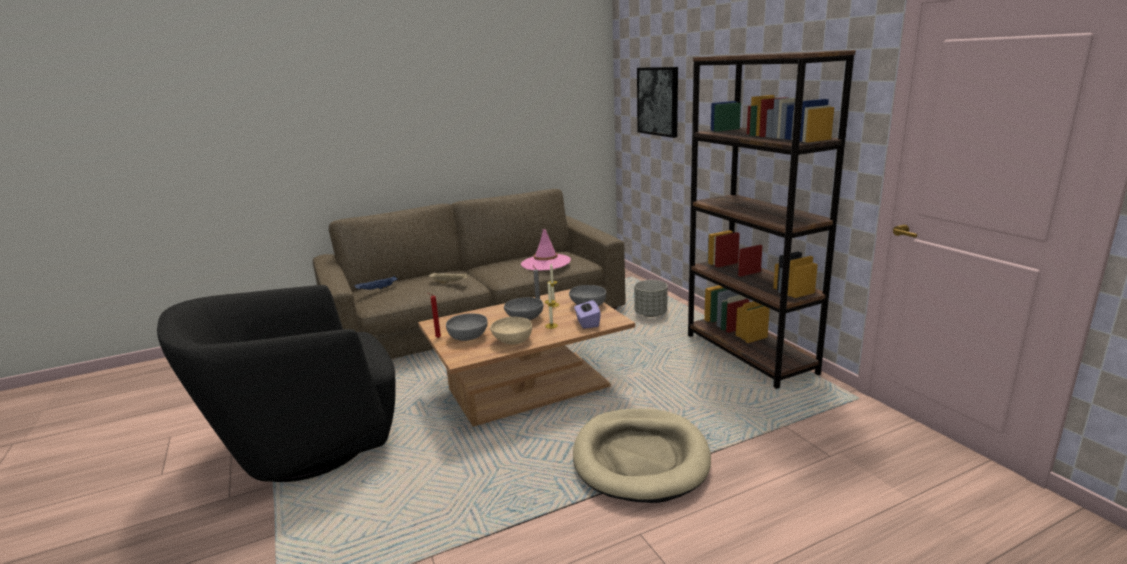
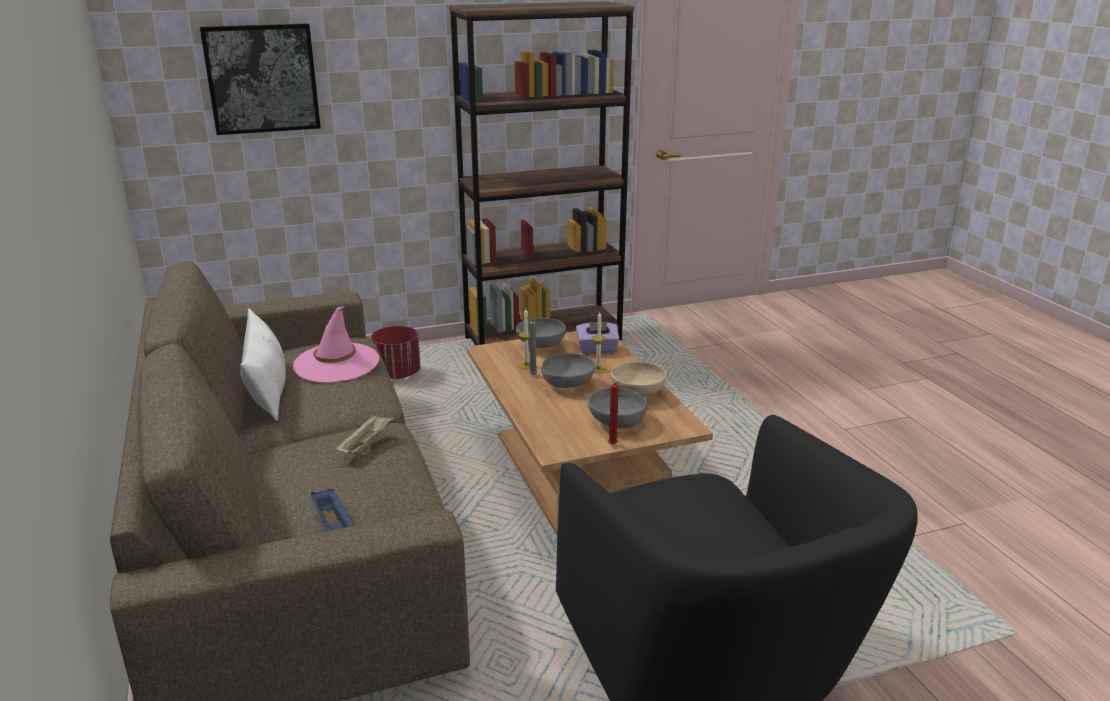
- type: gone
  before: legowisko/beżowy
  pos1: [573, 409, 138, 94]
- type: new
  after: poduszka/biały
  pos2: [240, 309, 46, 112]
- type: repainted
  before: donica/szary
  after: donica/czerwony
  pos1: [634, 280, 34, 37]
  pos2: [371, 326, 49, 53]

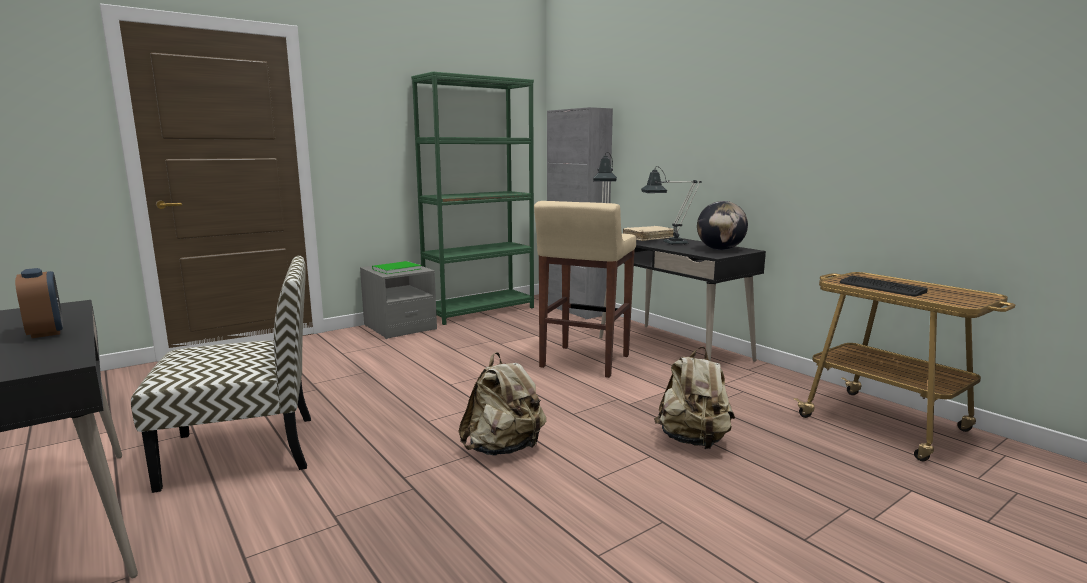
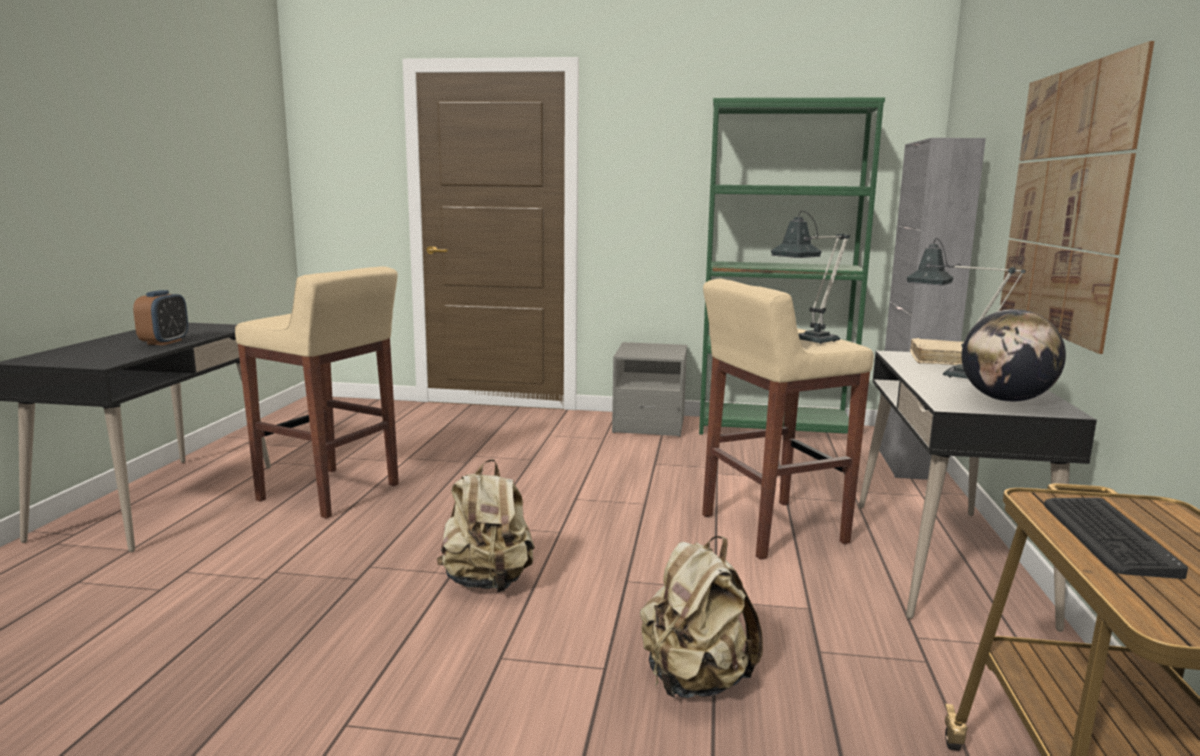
- type: gone
  before: książka/zielony
  pos1: [372, 261, 49, 13]
- type: new
  after: obraz
  pos2: [1000, 41, 154, 313]
- type: swapped
  before: krzesło
  after: stołek/beżowy
  pos1: [131, 256, 180, 237]
  pos2: [235, 266, 164, 253]

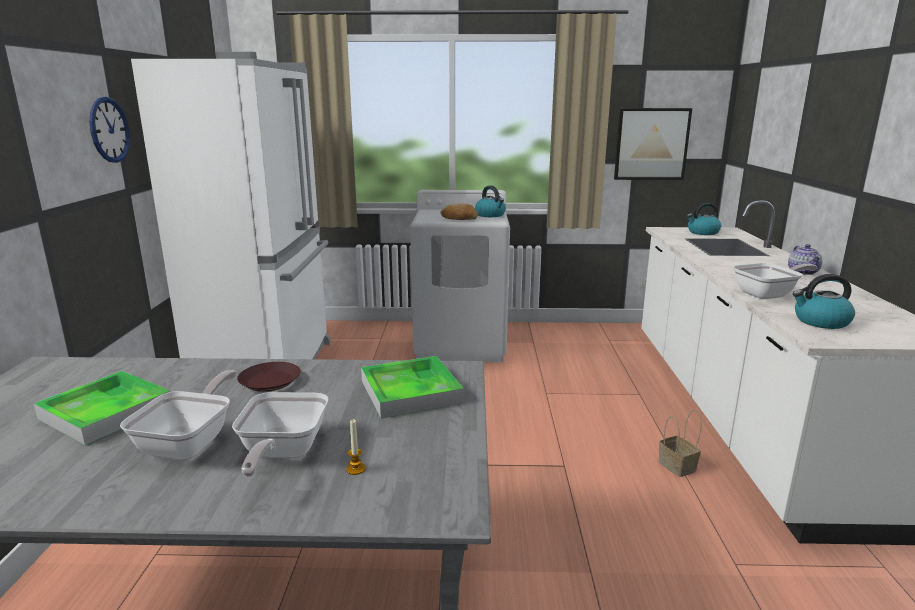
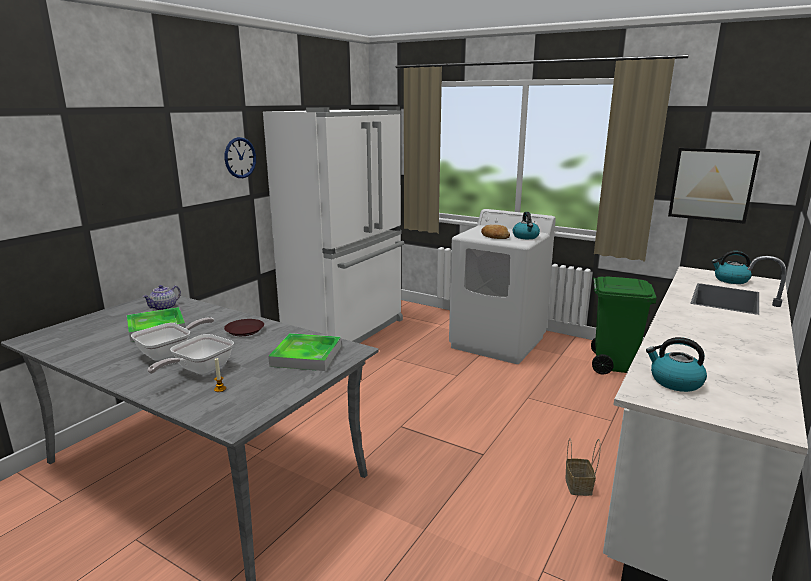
- type: gone
  before: patelnia
  pos1: [733, 263, 85, 36]
- type: new
  after: kosz na śmieci/zielony
  pos2: [591, 276, 66, 99]
- type: shifted
  before: imbryk
  pos1: [788, 244, 34, 31]
  pos2: [142, 285, 39, 25]

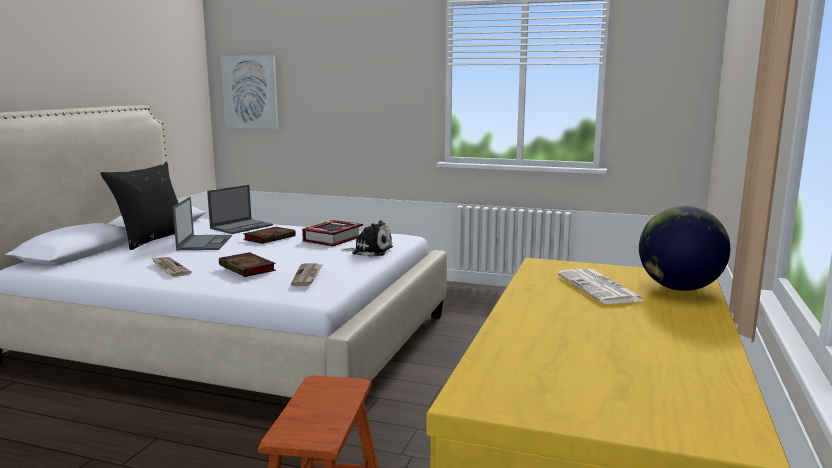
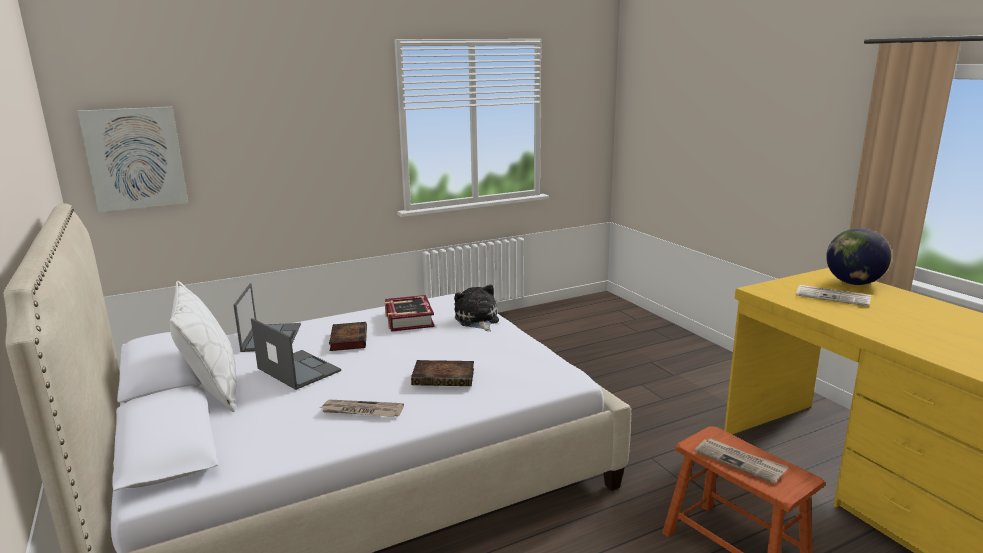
- type: shifted
  before: gazeta
  pos1: [291, 263, 31, 23]
  pos2: [694, 438, 94, 46]
- type: repainted
  before: poduszka/czarny
  after: poduszka/biały
  pos1: [100, 162, 78, 88]
  pos2: [170, 281, 66, 131]
- type: rotated
  before: pluszak
  pos1: [341, 220, 52, 37]
  pos2: [454, 285, 45, 46]
  turn: -75

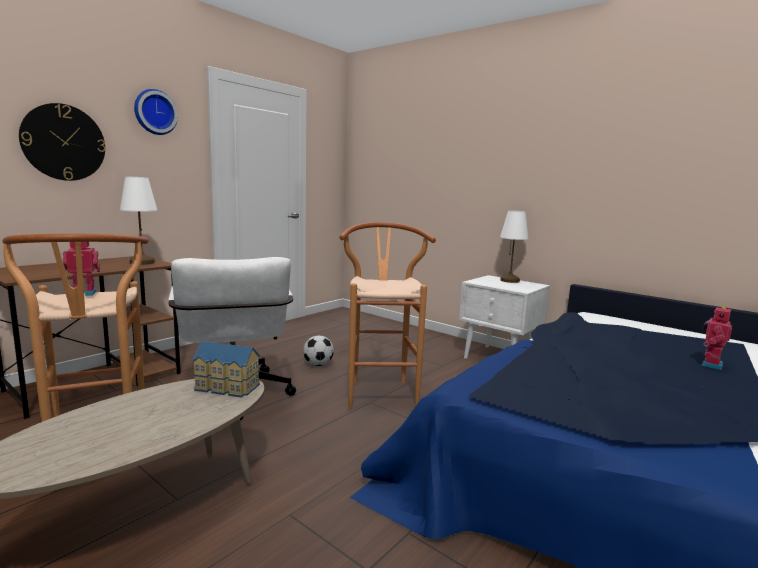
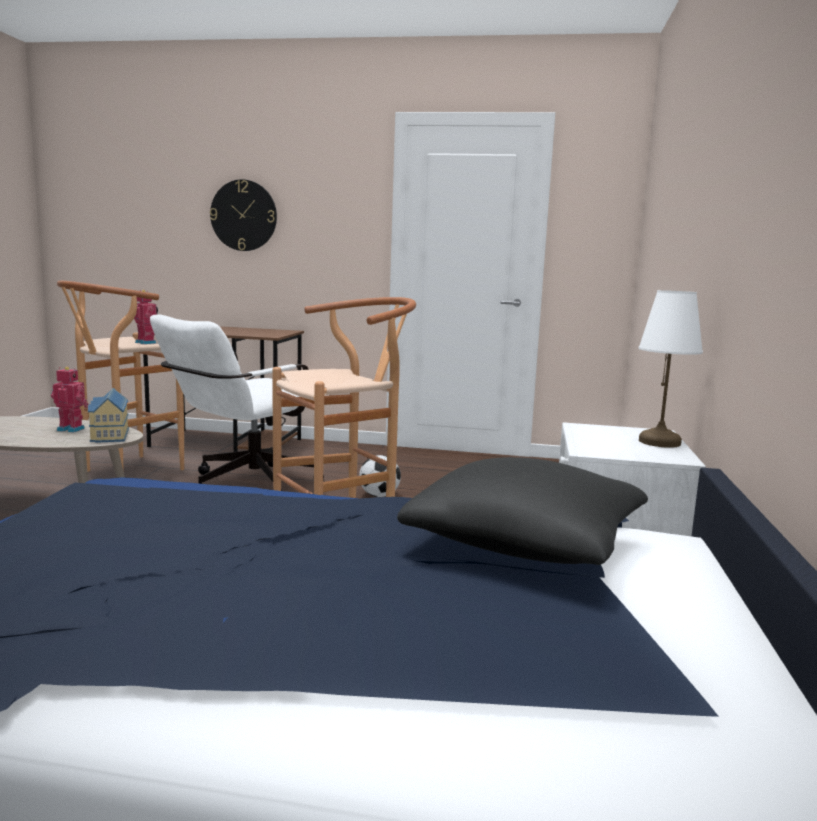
- type: gone
  before: lampa stołowa/biały
  pos1: [120, 176, 38, 89]
- type: gone
  before: zegar ścienny
  pos1: [134, 89, 44, 46]
- type: new
  after: poduszka/czarny
  pos2: [397, 457, 251, 108]
- type: shifted
  before: robot zabawkowy
  pos1: [702, 306, 30, 64]
  pos2: [51, 367, 37, 65]

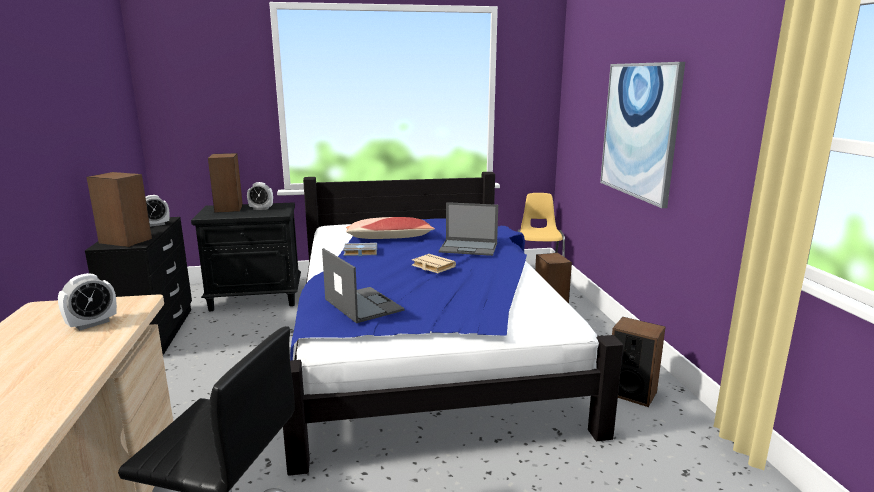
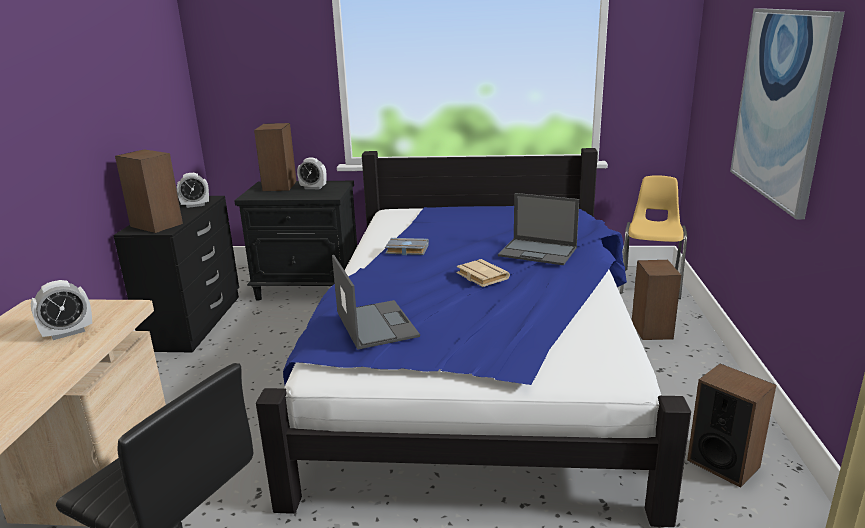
- type: gone
  before: poduszka
  pos1: [346, 217, 89, 22]

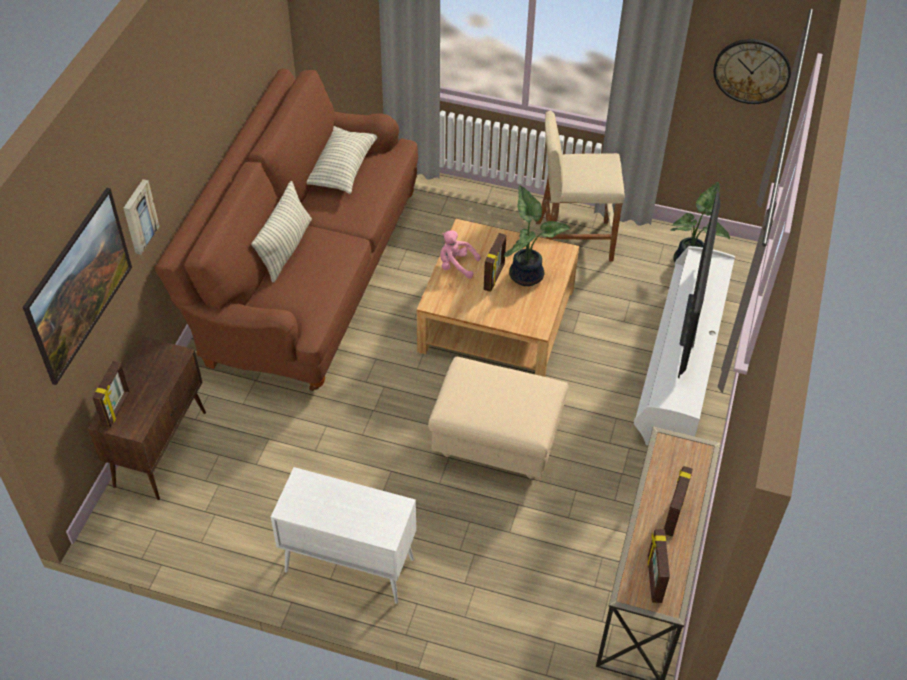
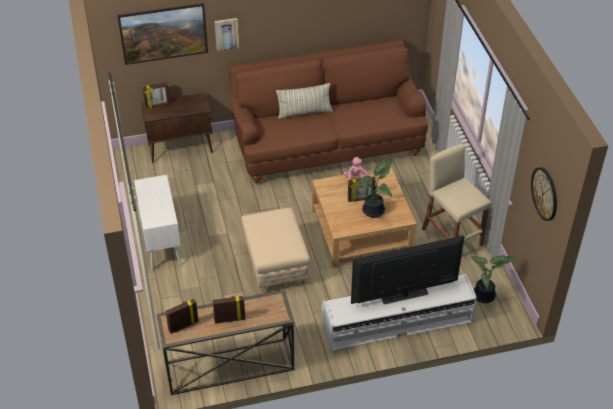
- type: gone
  before: poduszka
  pos1: [307, 126, 71, 68]

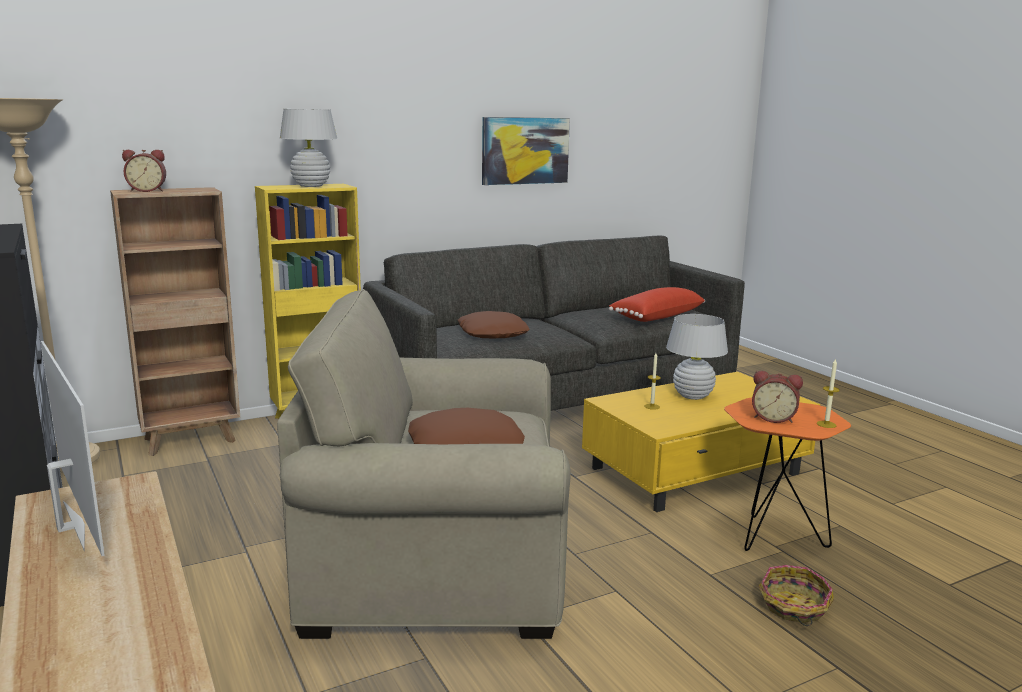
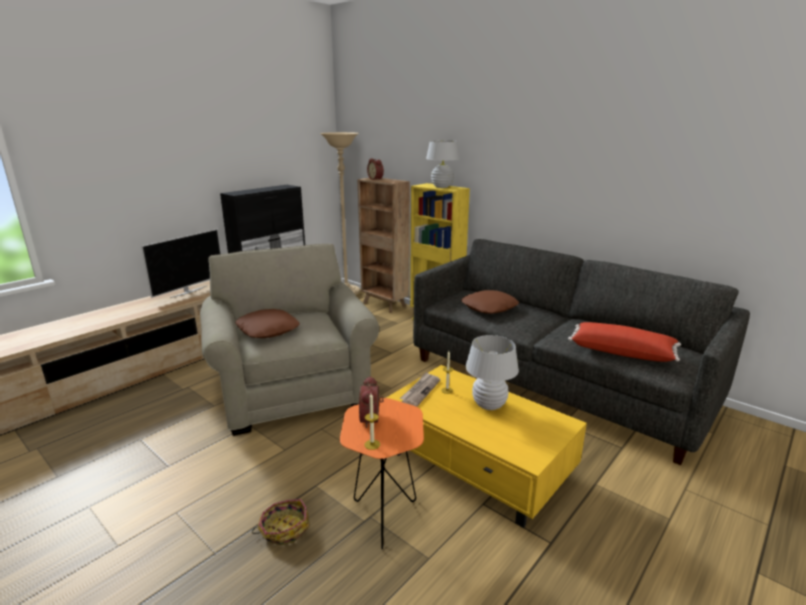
- type: gone
  before: obraz
  pos1: [482, 117, 88, 68]
- type: new
  after: gazeta
  pos2: [400, 372, 40, 35]

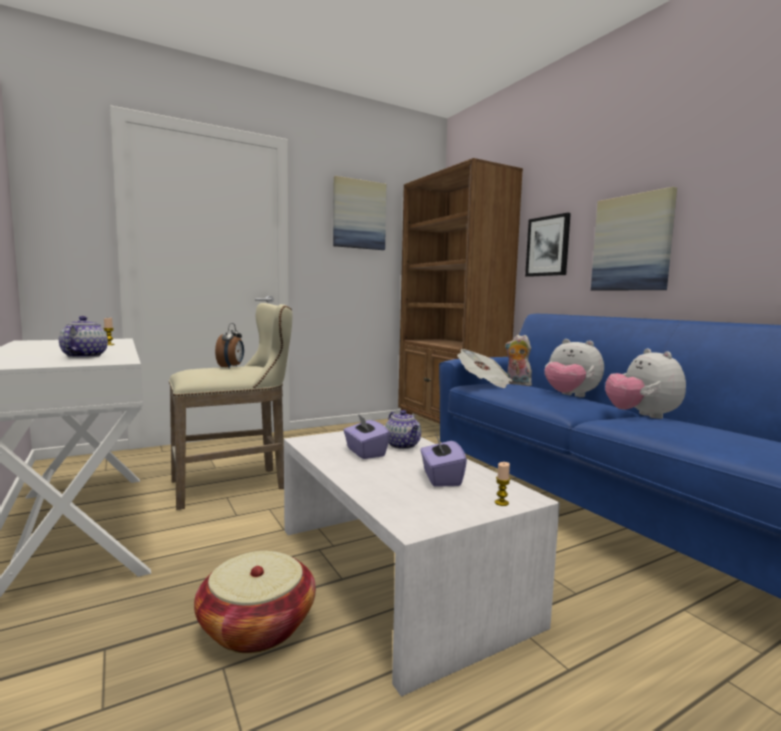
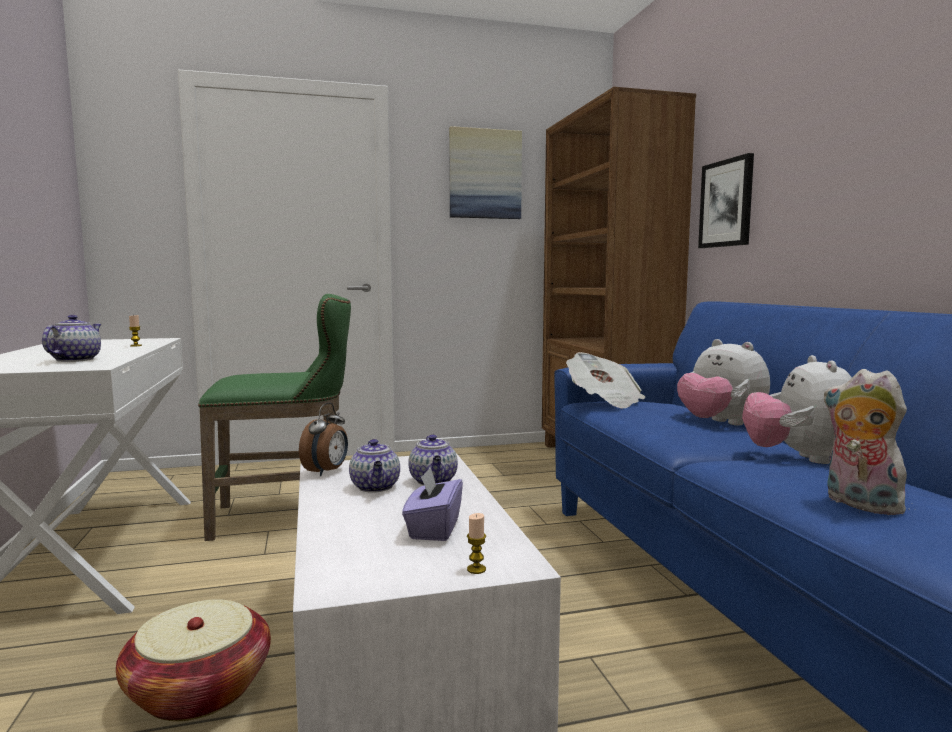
- type: gone
  before: obraz
  pos1: [591, 187, 86, 104]
- type: shifted
  before: budzik
  pos1: [215, 323, 29, 46]
  pos2: [299, 403, 49, 73]
- type: shifted
  before: pluszak
  pos1: [505, 335, 30, 51]
  pos2: [823, 369, 91, 146]
- type: swapped
  before: pudełko chusteczek/fioletowy
  after: imbryk
  pos1: [343, 414, 47, 45]
  pos2: [349, 439, 51, 54]
- type: repainted
  before: stołek/beżowy
  after: stołek/zielony
  pos1: [169, 303, 124, 207]
  pos2: [198, 294, 153, 247]

